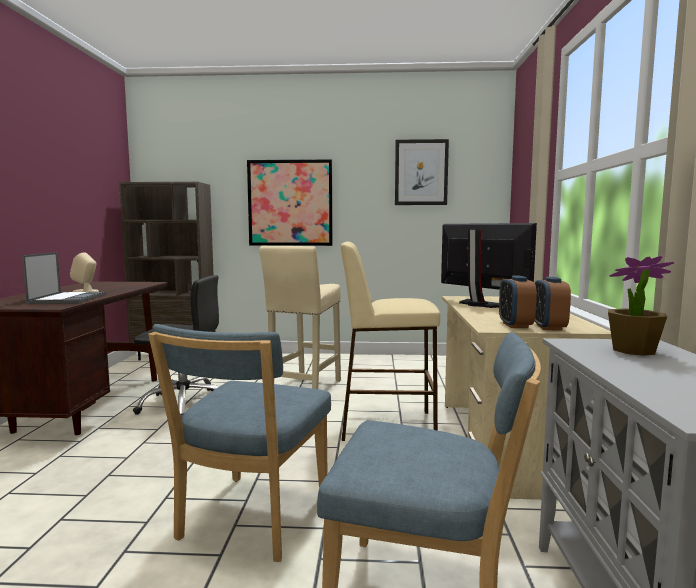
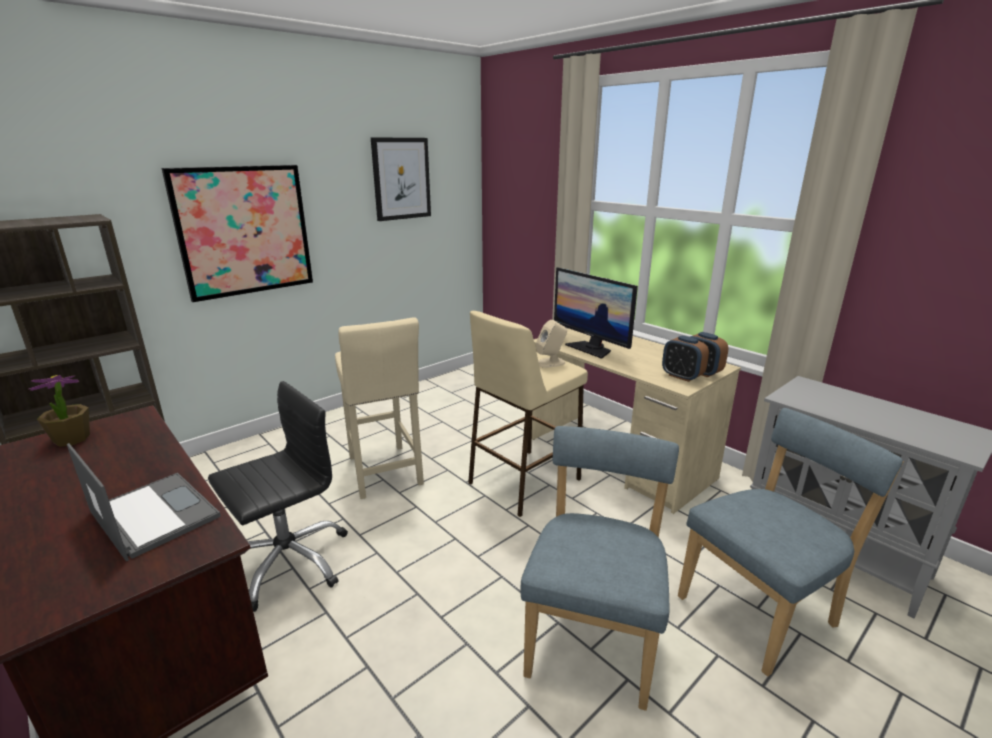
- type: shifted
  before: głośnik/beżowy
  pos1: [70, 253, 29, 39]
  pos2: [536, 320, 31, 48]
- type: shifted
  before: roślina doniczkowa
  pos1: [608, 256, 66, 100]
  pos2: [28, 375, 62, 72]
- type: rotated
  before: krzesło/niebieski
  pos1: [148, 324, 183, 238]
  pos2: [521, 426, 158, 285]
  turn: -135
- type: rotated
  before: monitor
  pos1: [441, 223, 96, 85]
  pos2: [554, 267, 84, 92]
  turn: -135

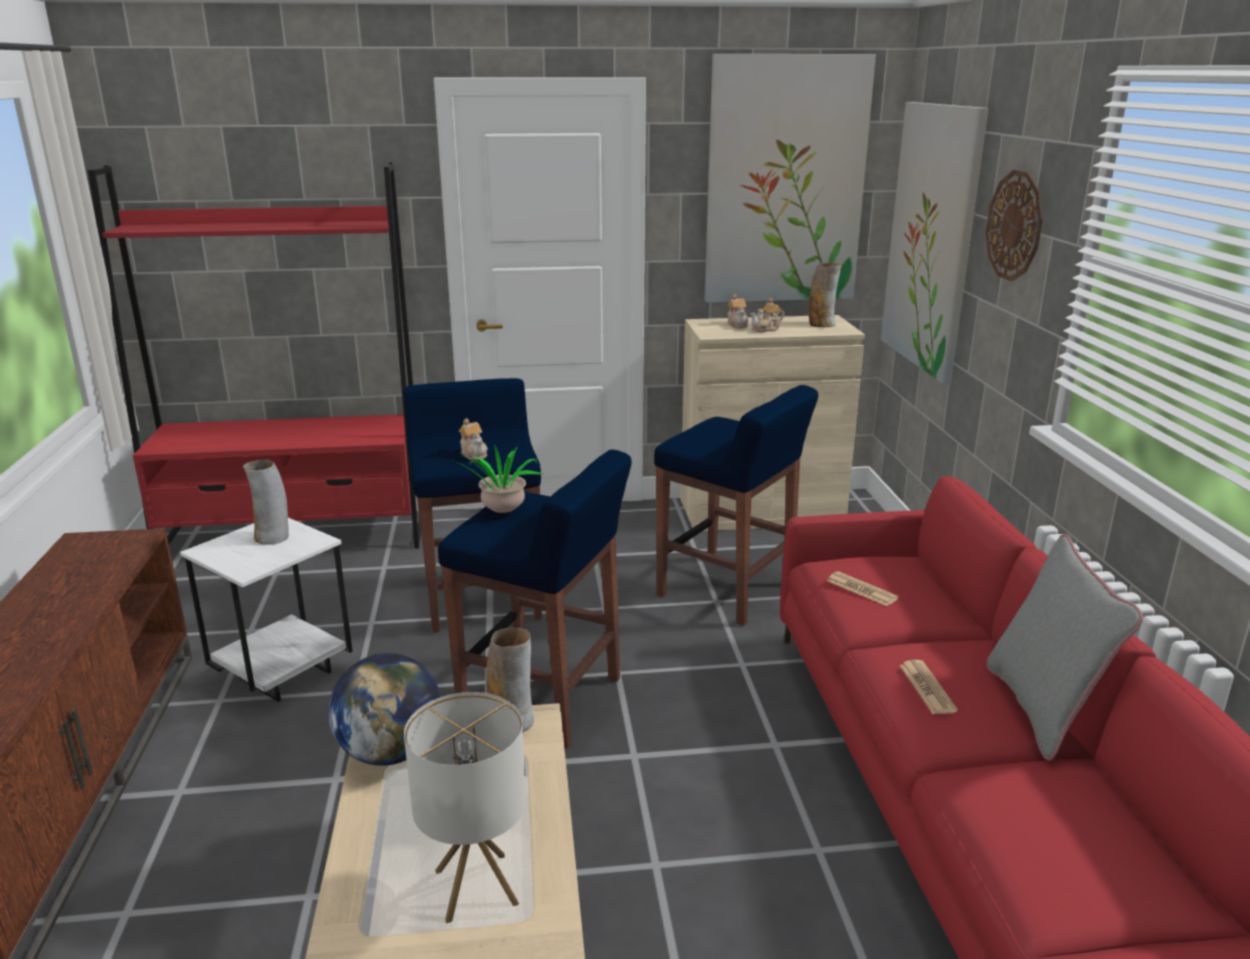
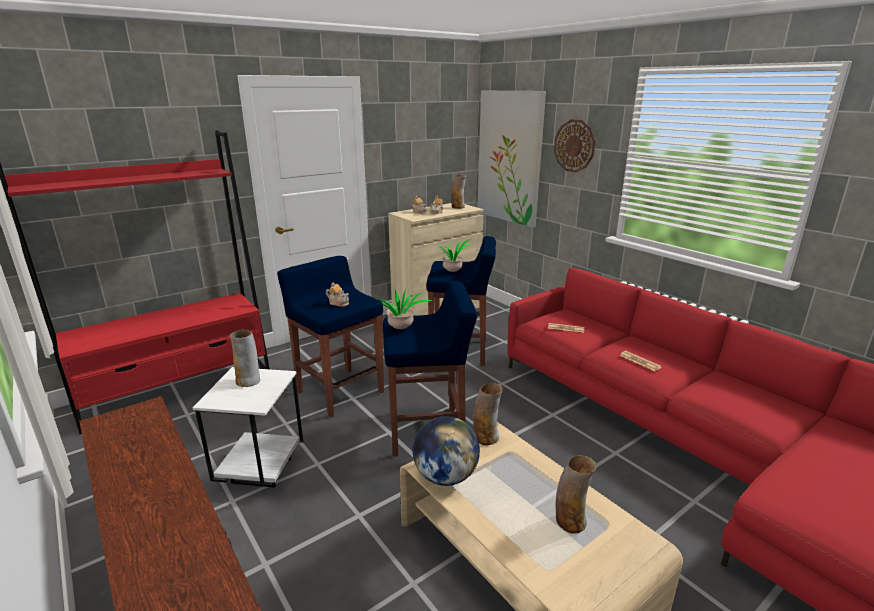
- type: gone
  before: obraz
  pos1: [705, 54, 171, 249]
- type: gone
  before: poduszka/szary
  pos1: [987, 534, 156, 227]
- type: new
  after: roślina doniczkowa
  pos2: [439, 239, 32, 33]
- type: swapped
  before: lampa stołowa
  after: wazon
  pos1: [404, 692, 122, 231]
  pos2: [555, 455, 42, 79]

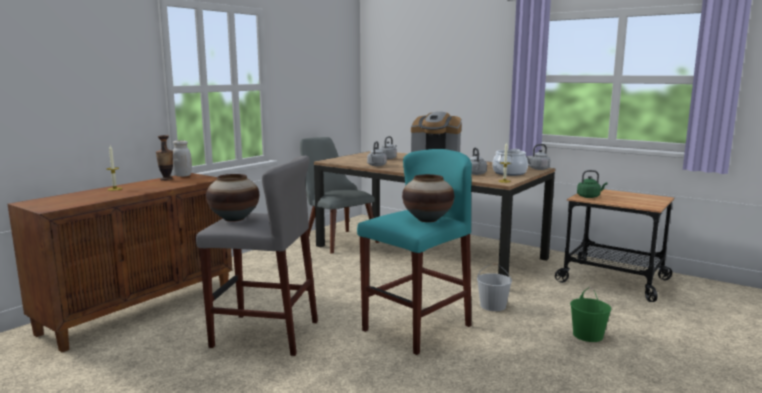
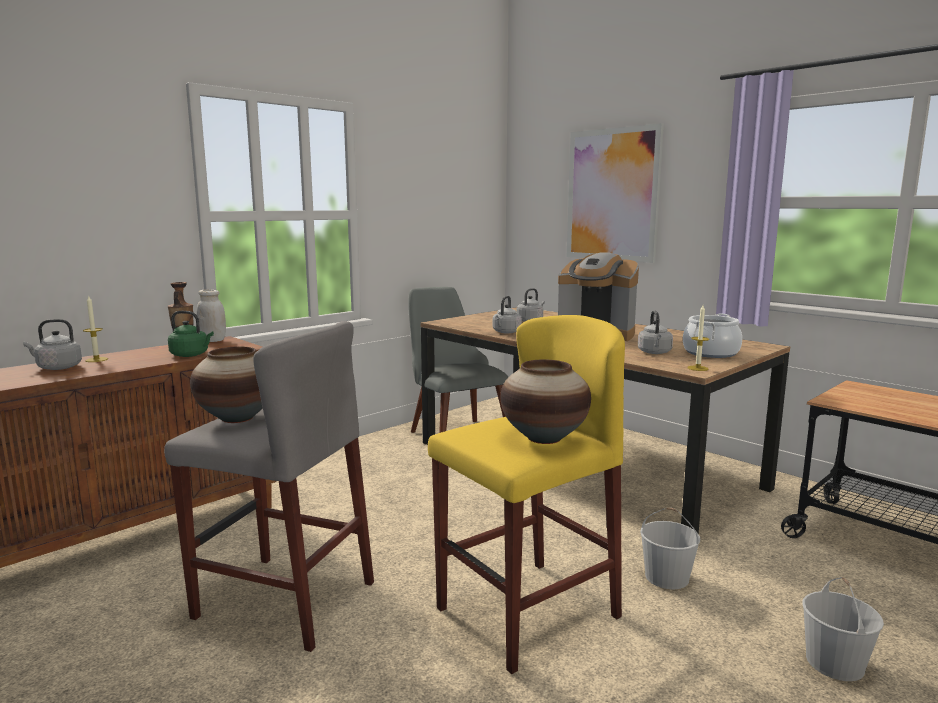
- type: new
  after: obraz
  pos2: [567, 123, 97, 140]
- type: shifted
  before: czajnik/szary
  pos1: [526, 144, 25, 26]
  pos2: [23, 319, 59, 51]
- type: shifted
  before: czajnik/zielony
  pos1: [577, 170, 31, 28]
  pos2: [168, 311, 46, 46]
- type: repainted
  before: stołek/turkusowy
  after: stołek/żółty
  pos1: [357, 149, 115, 206]
  pos2: [428, 315, 197, 359]
- type: repainted
  before: wiadro/zielony
  after: wiadro/biały
  pos1: [570, 287, 41, 55]
  pos2: [802, 577, 82, 104]

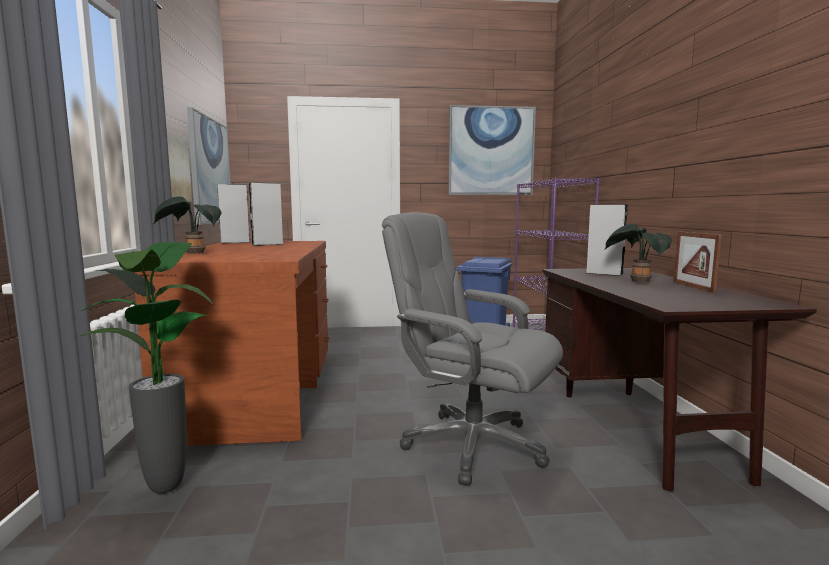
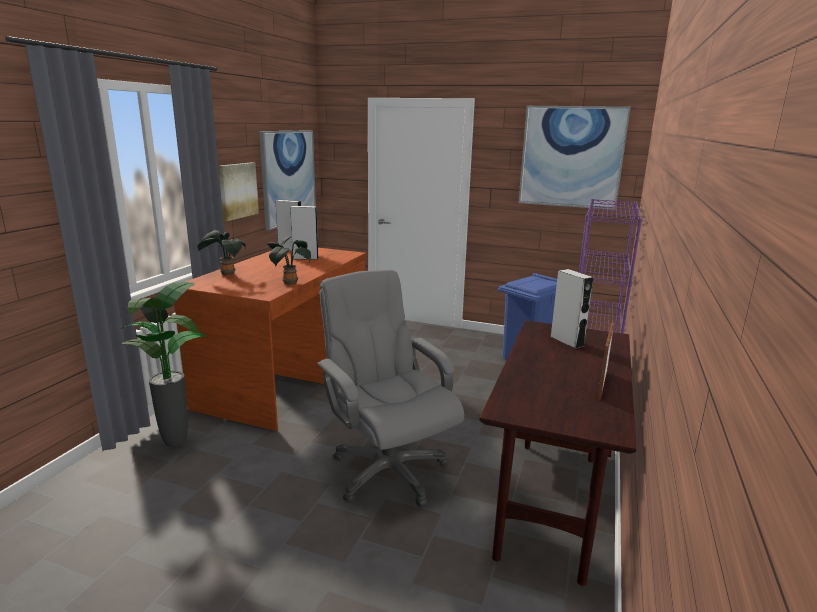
- type: shifted
  before: roślina doniczkowa
  pos1: [605, 224, 67, 59]
  pos2: [267, 236, 44, 49]

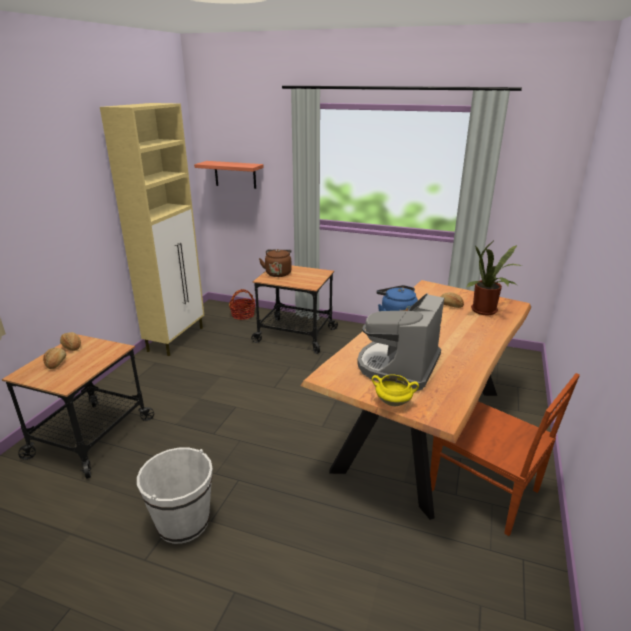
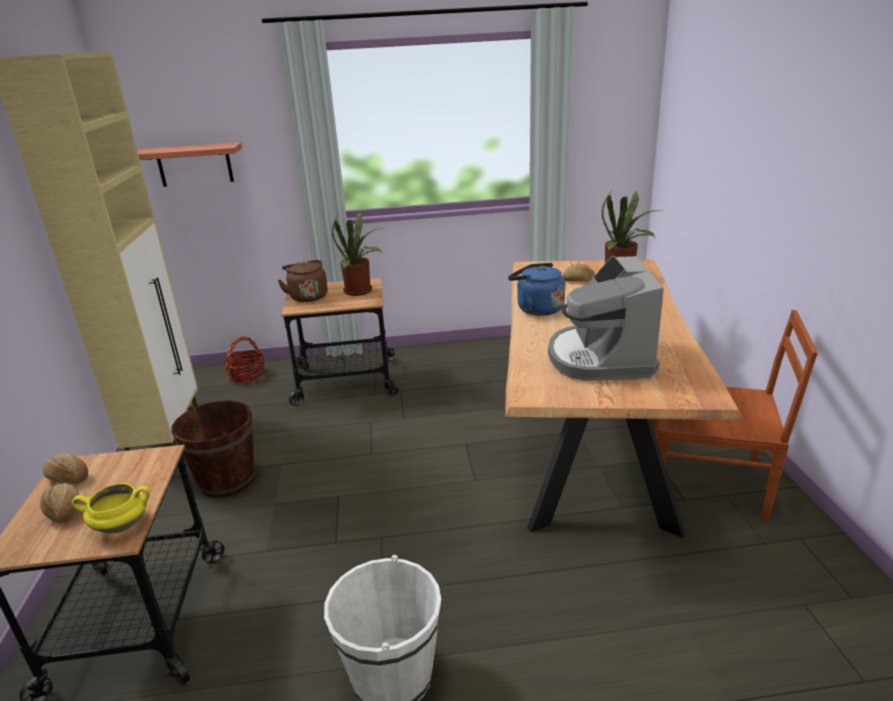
- type: new
  after: wiadro/brązowy
  pos2: [171, 400, 84, 97]
- type: new
  after: roślina doniczkowa
  pos2: [332, 212, 52, 84]
- type: shifted
  before: garnek/żółty
  pos1: [372, 374, 47, 32]
  pos2: [72, 483, 78, 51]

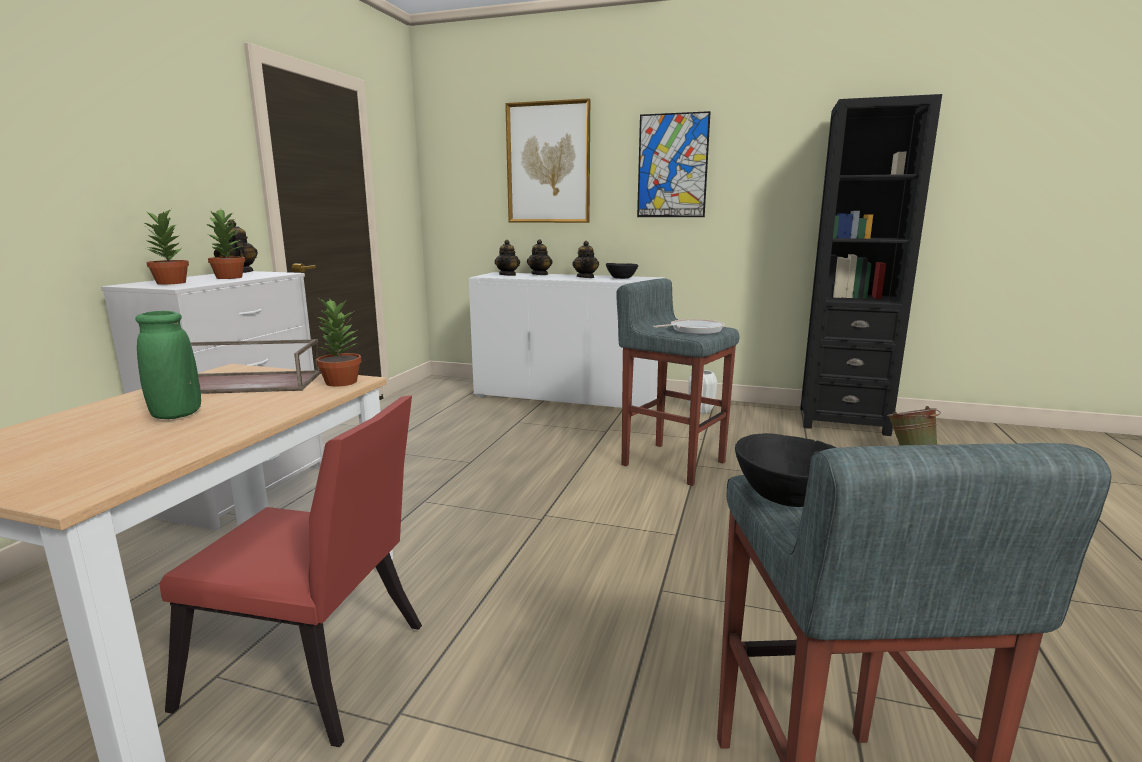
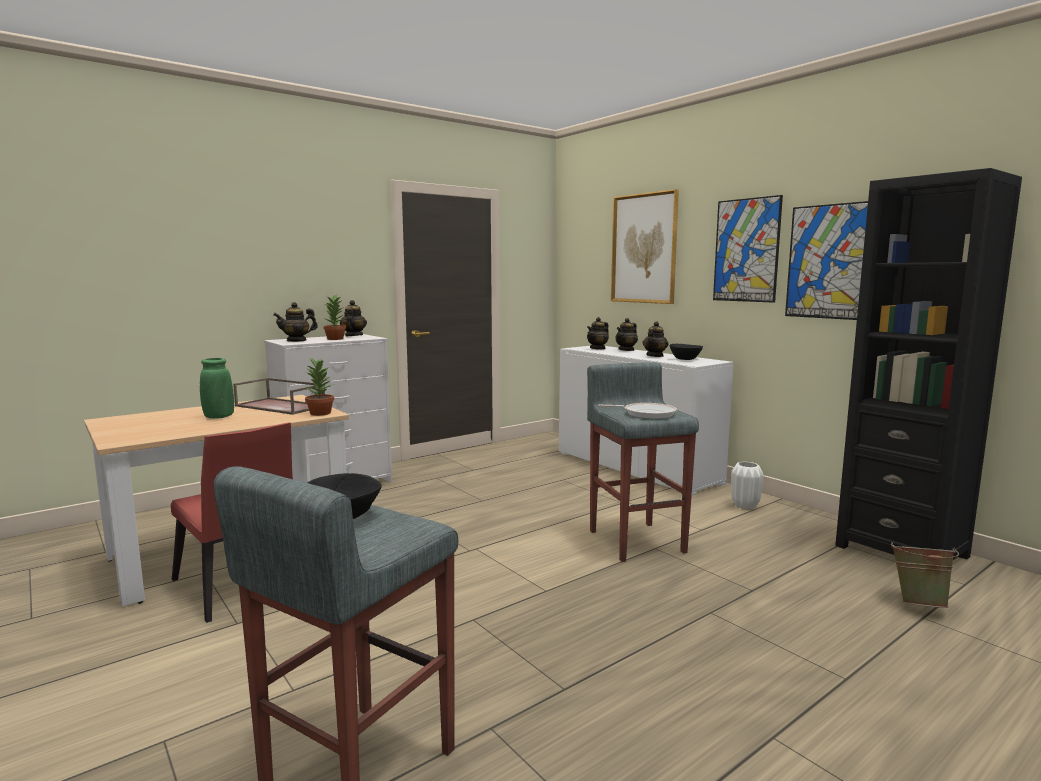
- type: new
  after: obraz
  pos2: [785, 201, 83, 119]
- type: swapped
  before: roślina doniczkowa
  after: imbryk
  pos1: [141, 209, 48, 76]
  pos2: [273, 302, 45, 40]

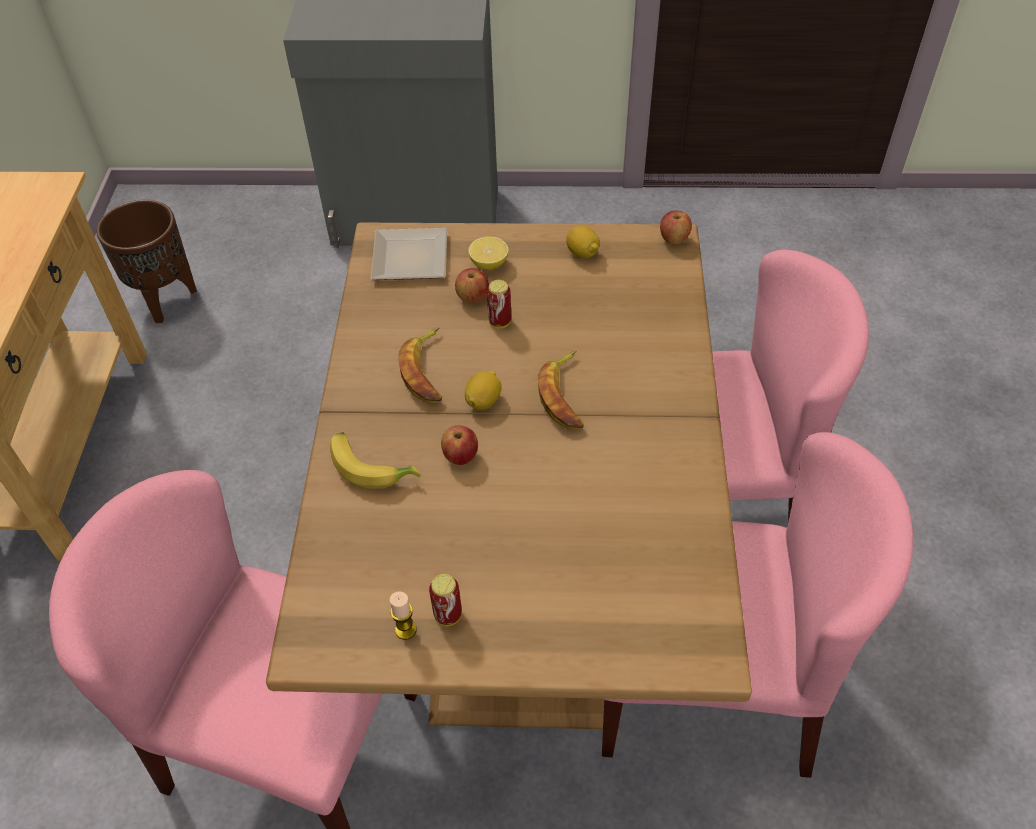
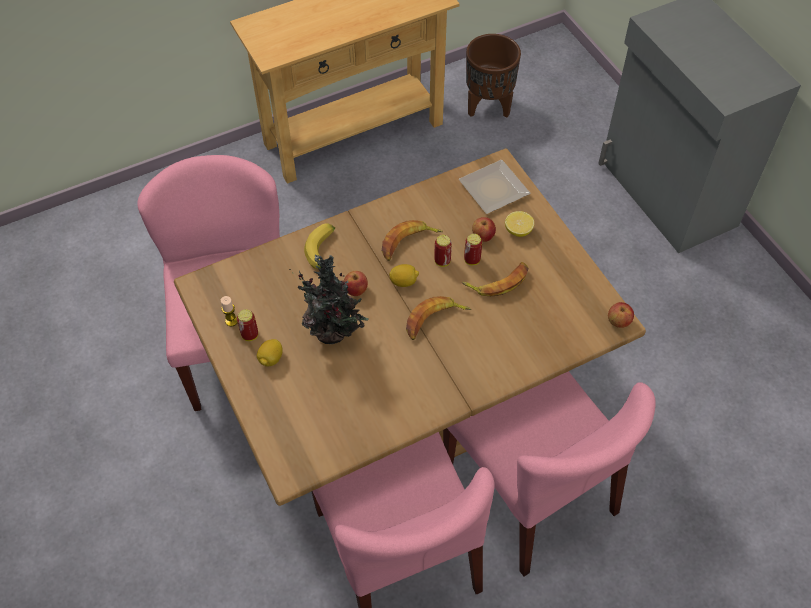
- type: new
  after: roślina doniczkowa
  pos2: [289, 255, 80, 89]
- type: new
  after: puszka
  pos2: [434, 235, 18, 32]
- type: new
  after: banan
  pos2: [462, 262, 67, 34]
- type: shifted
  before: cytryna
  pos1: [566, 226, 34, 32]
  pos2: [257, 339, 26, 28]

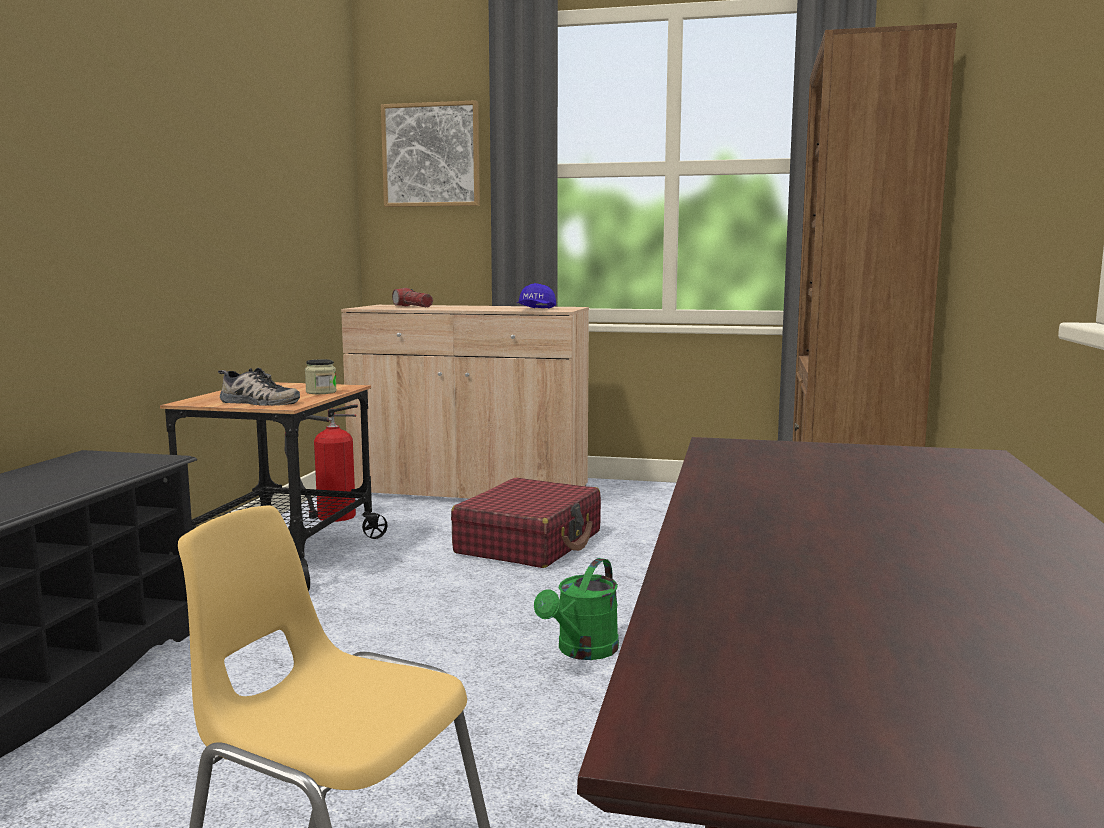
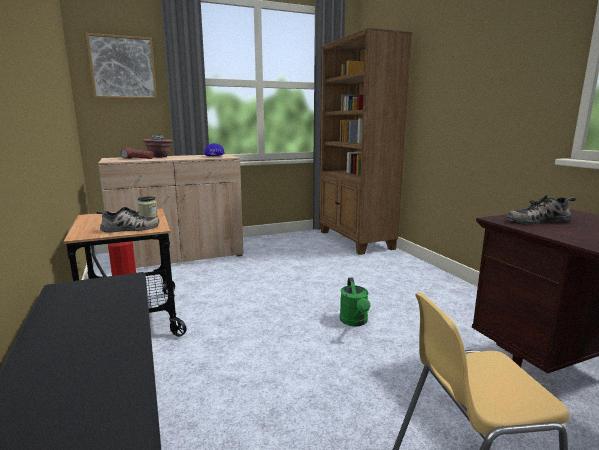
- type: gone
  before: walizka/czerwony
  pos1: [451, 477, 150, 91]
- type: new
  after: roślina doniczkowa
  pos2: [143, 134, 30, 24]
- type: new
  after: but
  pos2: [507, 195, 69, 29]

